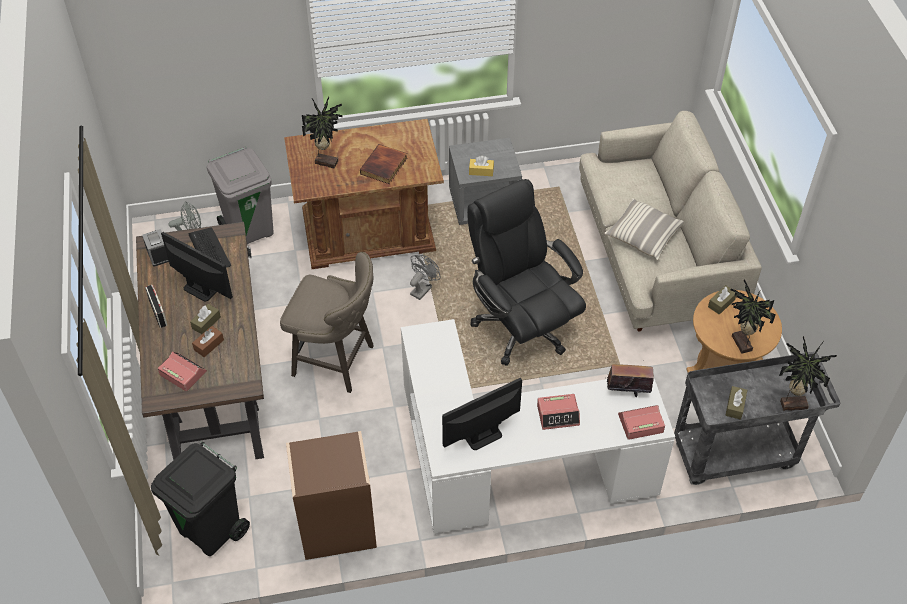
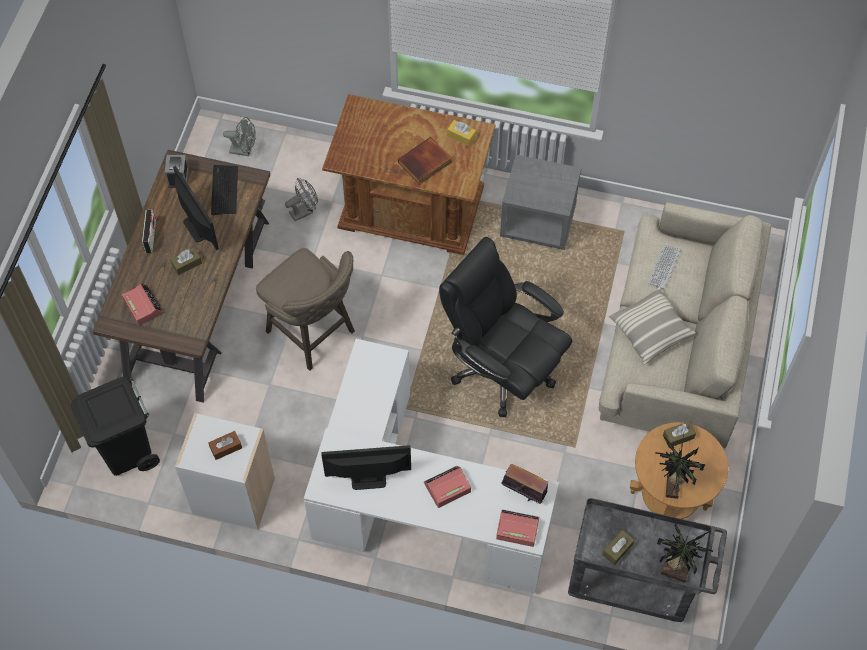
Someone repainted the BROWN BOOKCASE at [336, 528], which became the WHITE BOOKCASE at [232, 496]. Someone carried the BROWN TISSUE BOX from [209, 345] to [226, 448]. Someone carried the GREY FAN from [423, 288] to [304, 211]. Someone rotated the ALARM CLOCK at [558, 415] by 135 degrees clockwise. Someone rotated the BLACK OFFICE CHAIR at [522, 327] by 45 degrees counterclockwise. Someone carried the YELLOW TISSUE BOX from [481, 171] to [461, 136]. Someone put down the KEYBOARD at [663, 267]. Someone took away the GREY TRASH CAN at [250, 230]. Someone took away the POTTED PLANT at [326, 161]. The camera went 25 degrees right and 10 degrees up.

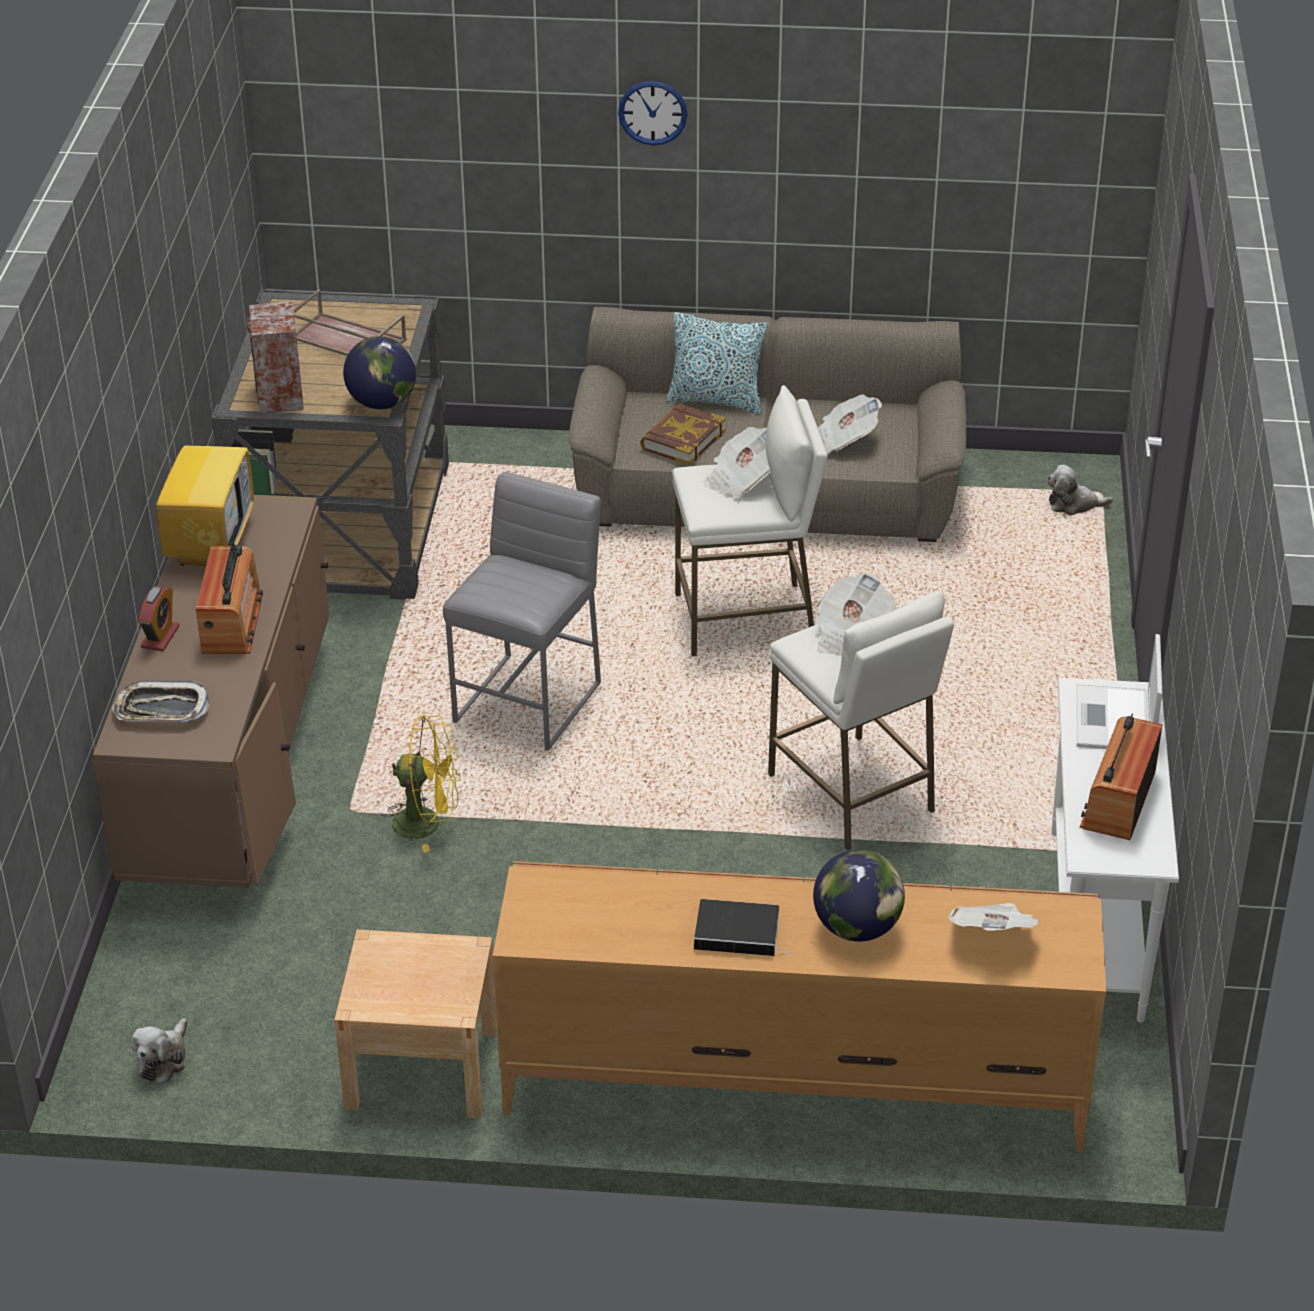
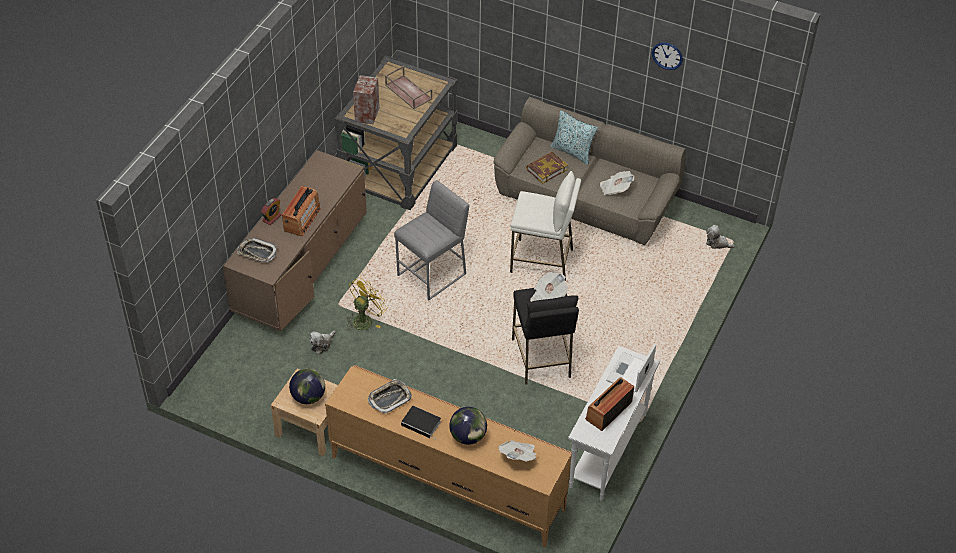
Someone carried the GLOBE from [382, 403] to [308, 397]. Someone carried the PLUSH TOY from [164, 1059] to [322, 344]. Someone rotated the YELLOW FAN at [427, 823] by 75 degrees counterclockwise. Someone put down the TRAY at [389, 398]. Someone repainted the WHITE STOOL at [852, 794], which became the BLACK STOOL at [541, 358]. Someone carried the WALL CLOCK from [652, 112] to [667, 55]. Someone took away the TELEVISION at [210, 543]. Someone took away the NEWSPAPER at [742, 479]. The camera went 20 degrees right and 10 degrees up.

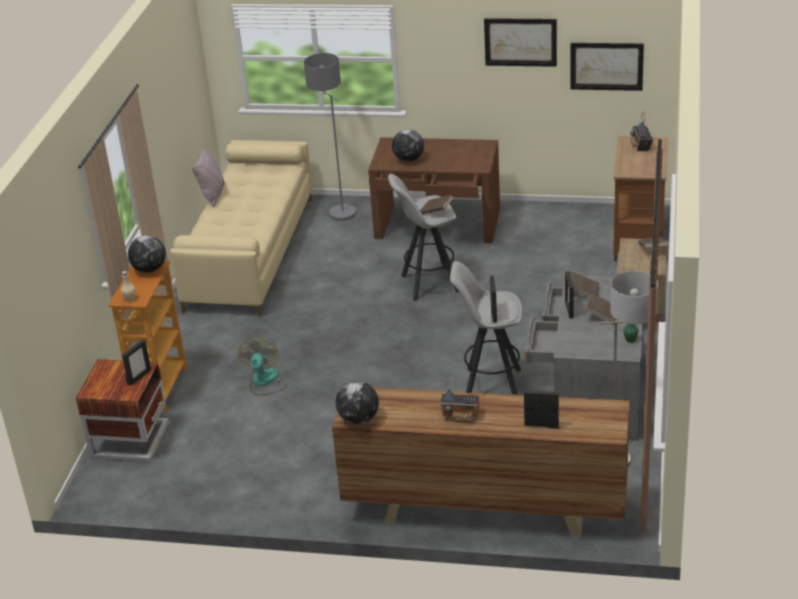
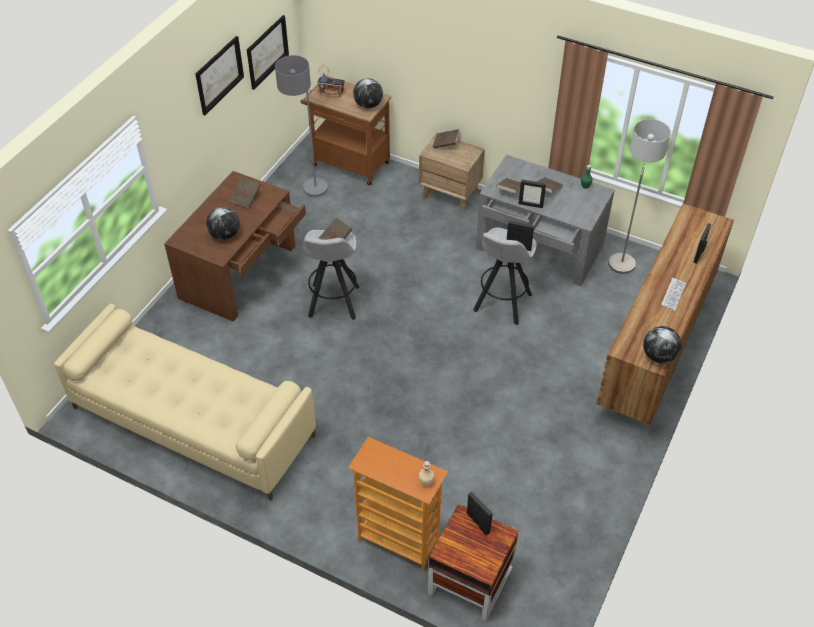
Someone put down the BROWN BOOK at [246, 198]. Someone carried the GREY FLOOR LAMP from [338, 210] to [308, 190]. Someone carried the GLOBE from [149, 269] to [368, 105]. Someone swapped the RADIO at [461, 415] for the KEYBOARD at [673, 294]. Someone took away the PURPLE PILLOW at [213, 195]. Someone took away the FAN at [264, 382]. The camera went 75 degrees left and 15 degrees up.

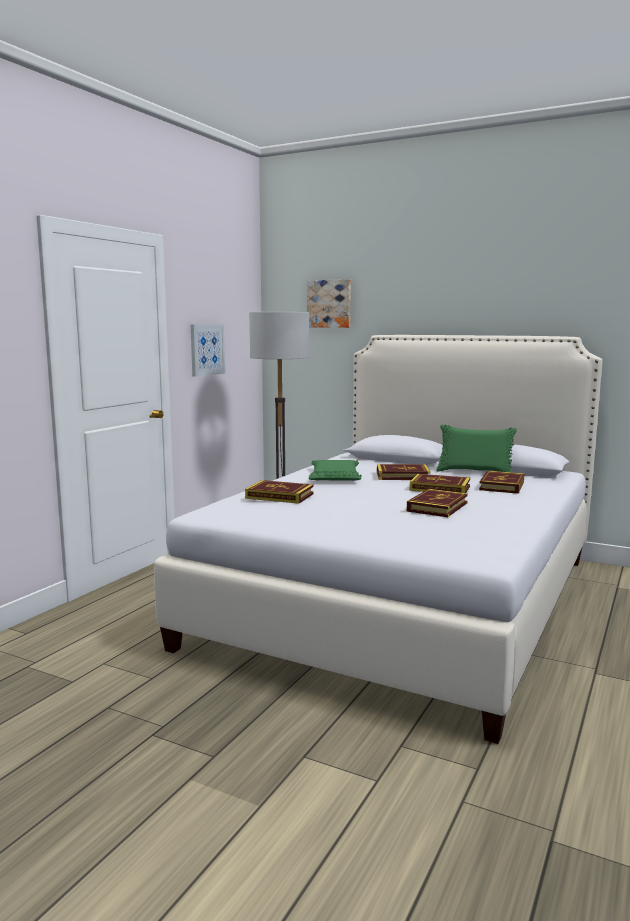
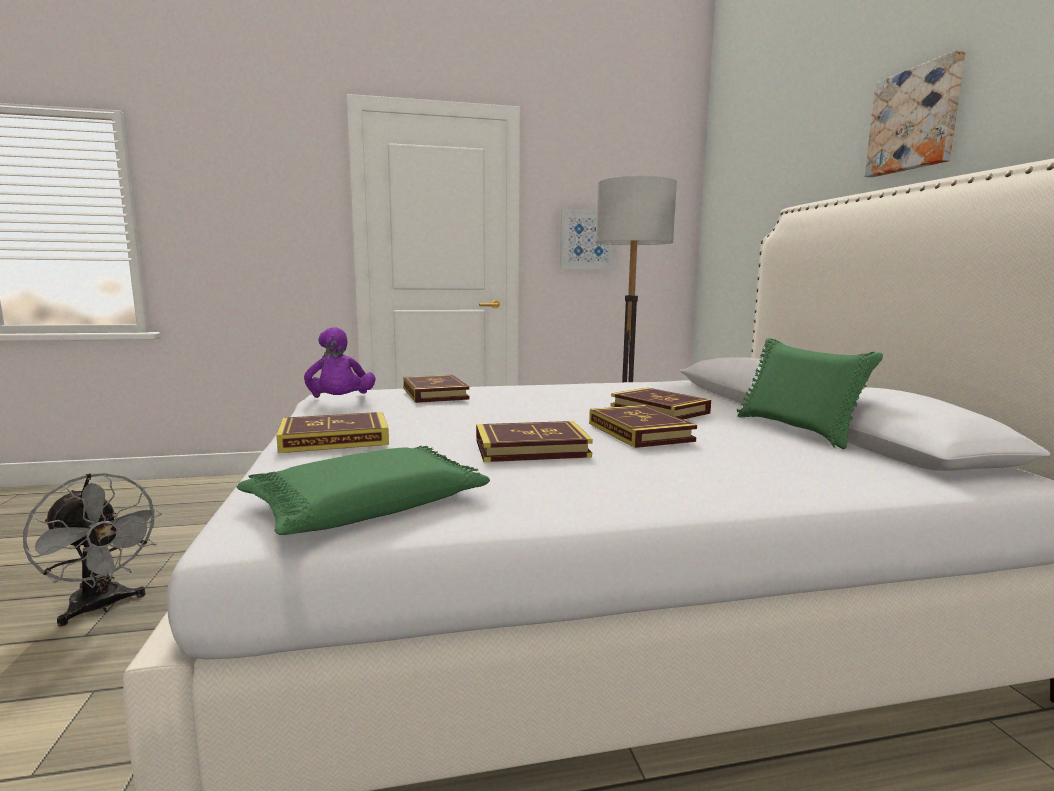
Someone put down the GREY FAN at [101, 607]. Someone carried the GREEN PILLOW from [335, 476] to [368, 500]. Someone carried the BOOK from [502, 486] to [334, 439]. Someone put down the PURPLE PLUSH TOY at [340, 403]. Someone carried the PICTURE from [330, 304] to [915, 120]. The camera went 50 degrees right and 0 degrees up.

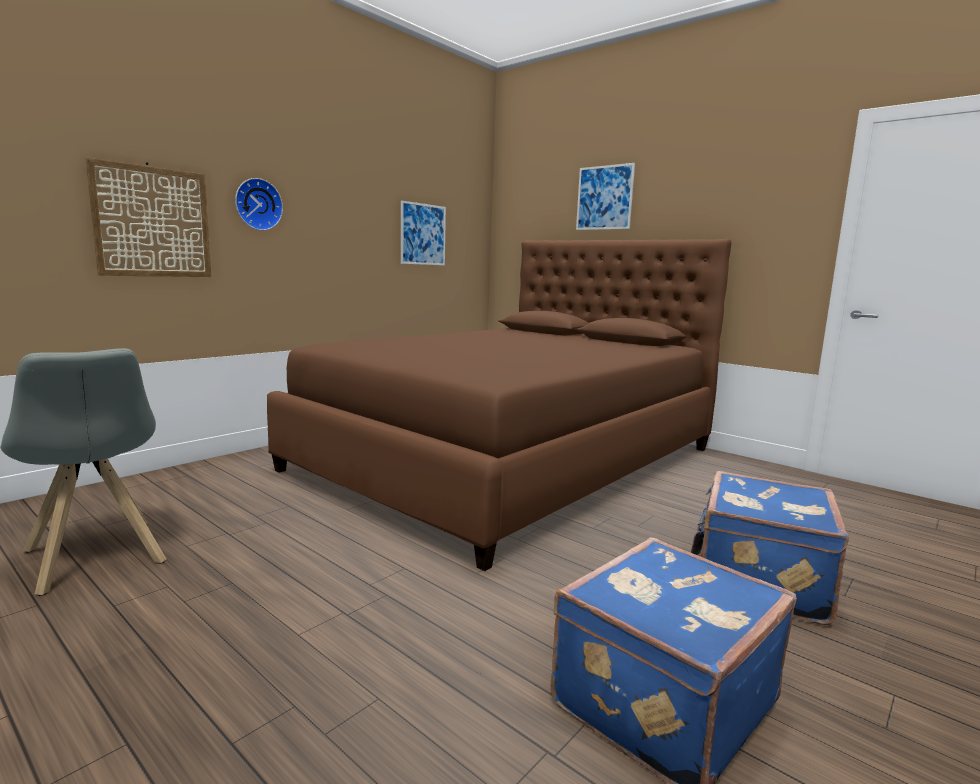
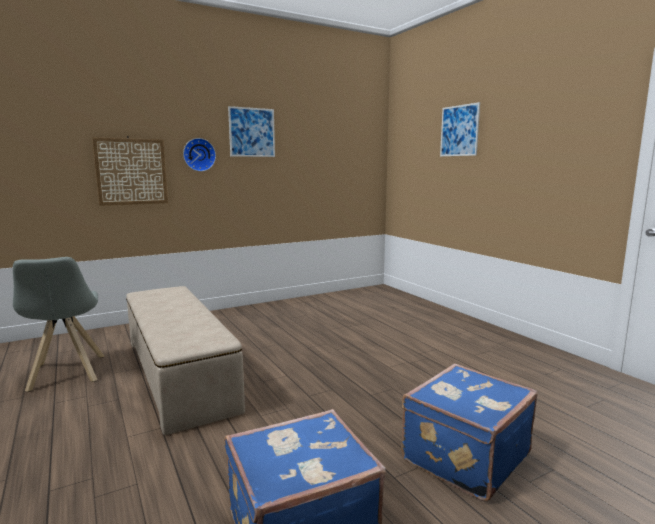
Someone put down the BEIGE BENCH at [179, 373]. Someone carried the PICTURE from [423, 234] to [252, 132]. Someone took away the BROWN BED at [511, 459]. The camera went 20 degrees right and 0 degrees up.

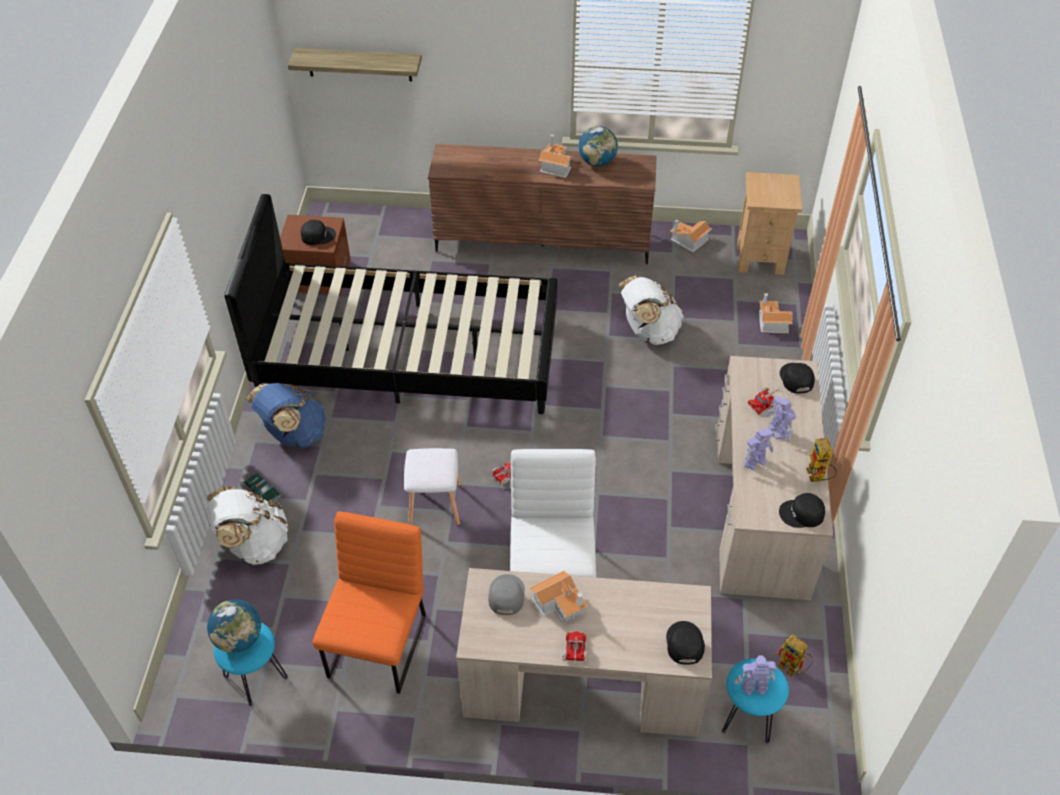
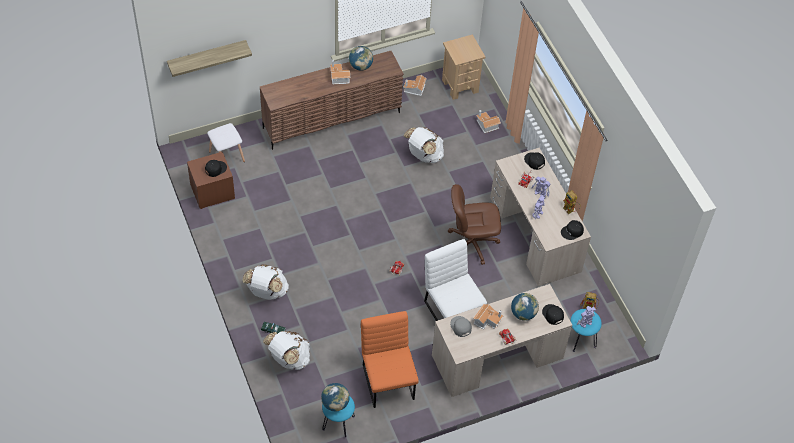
Someone carried the WHITE STOOL from [435, 505] to [227, 157]. Someone repainted the BLUE BACKPACK at [294, 434], which became the WHITE BACKPACK at [267, 292]. Someone put down the BROWN OFFICE CHAIR at [471, 243]. Someone put down the GLOBE at [523, 313]. Someone took away the BLACK BED at [408, 354]. The camera went 30 degrees left and 5 degrees up.

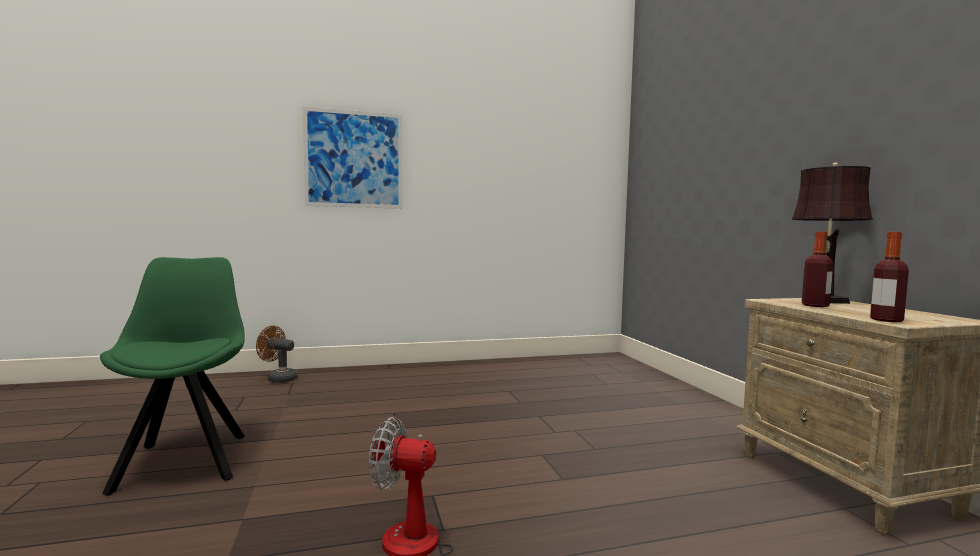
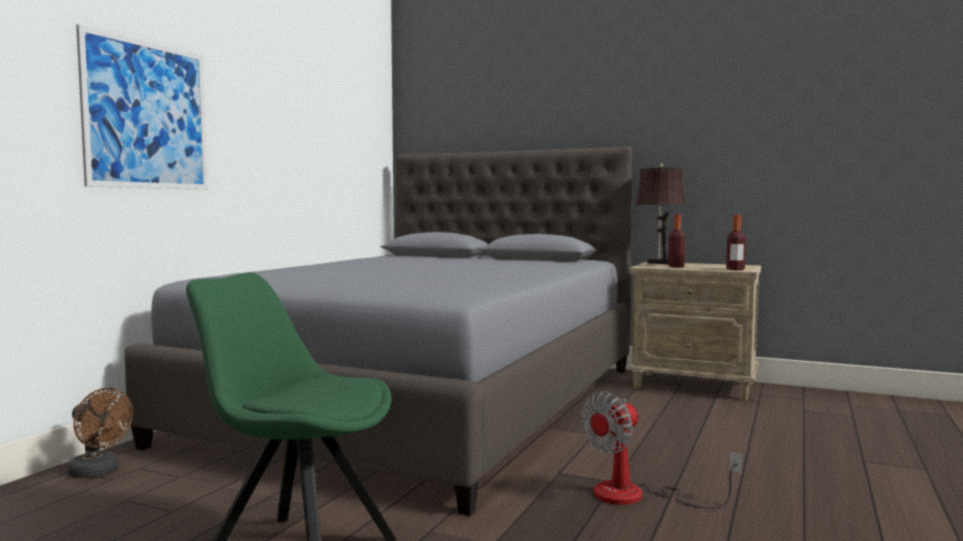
Someone rotated the BROWN FAN at [278, 378] by 120 degrees counterclockwise. Someone put down the GREY BED at [427, 402]. The camera went 50 degrees left and 0 degrees up.

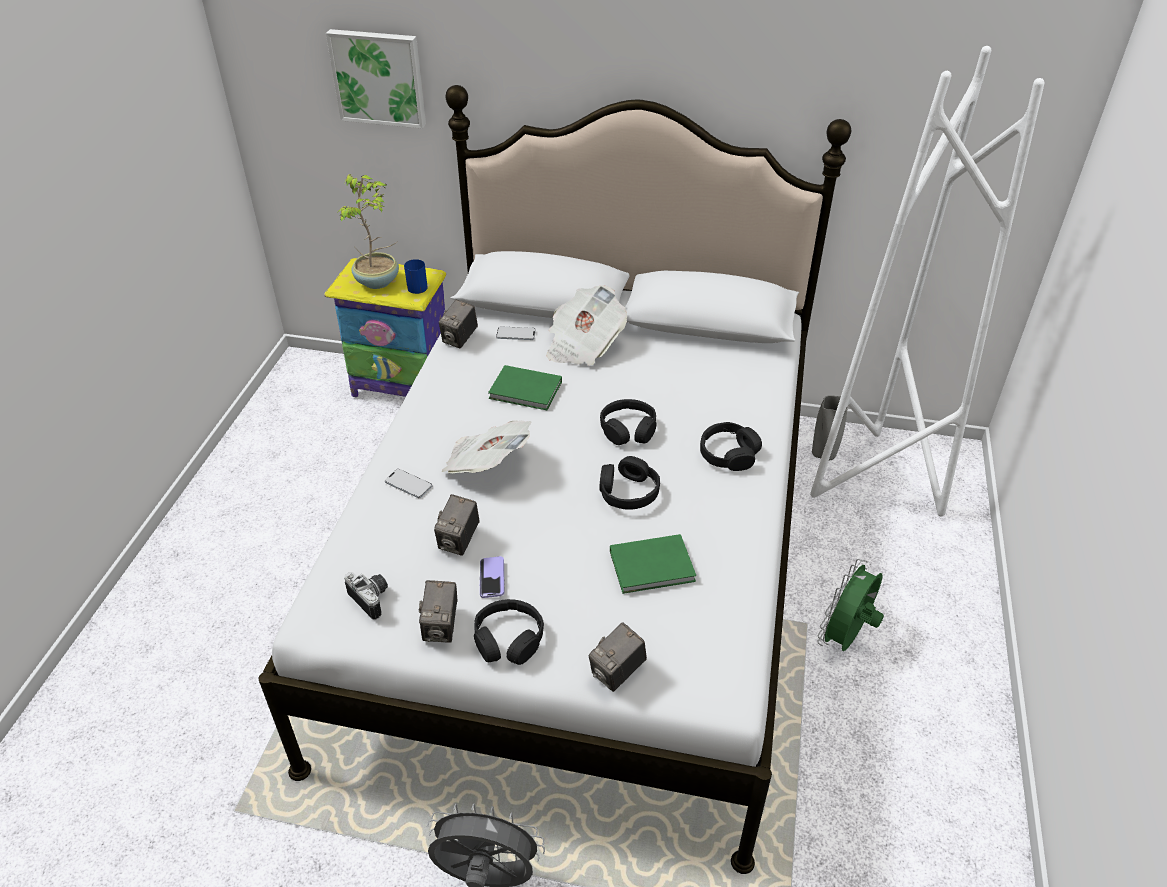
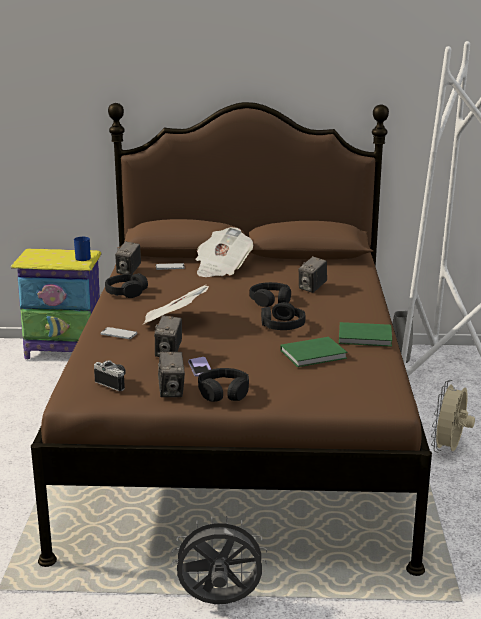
Someone repainted the WHITE BED at [584, 568], which became the BROWN BED at [241, 433]. Someone carried the BLACK HEADPHONES from [728, 454] to [126, 292]. Someone carried the PHOTO CAMERA from [617, 672] to [312, 288]. Someone carried the GREEN BOOK from [527, 391] to [366, 337]. Someone repainted the GREEN FAN at [845, 638], which became the BEIGE FAN at [449, 450]. Someone took away the PICTURE at [379, 77]. Someone took away the POTTED PLANT at [378, 281]. The camera went 10 degrees left and 20 degrees down.

